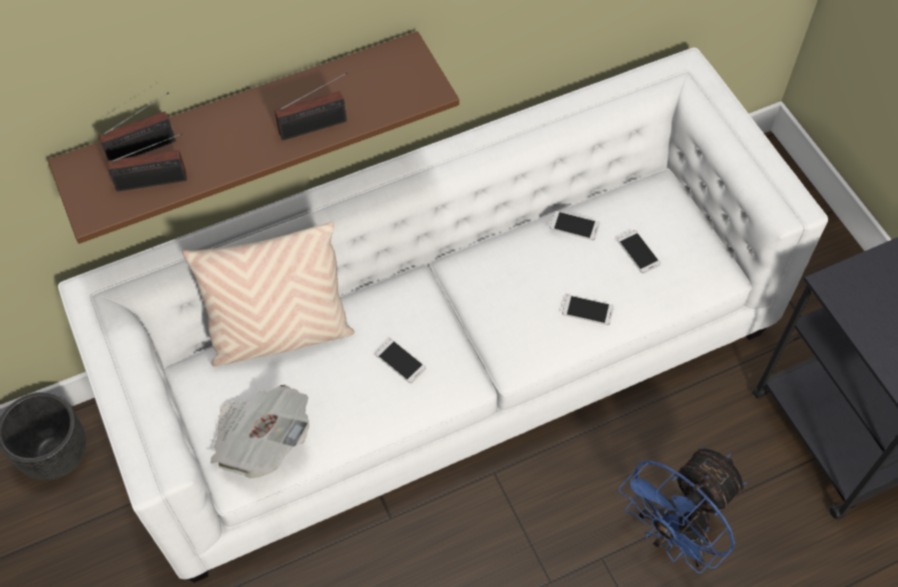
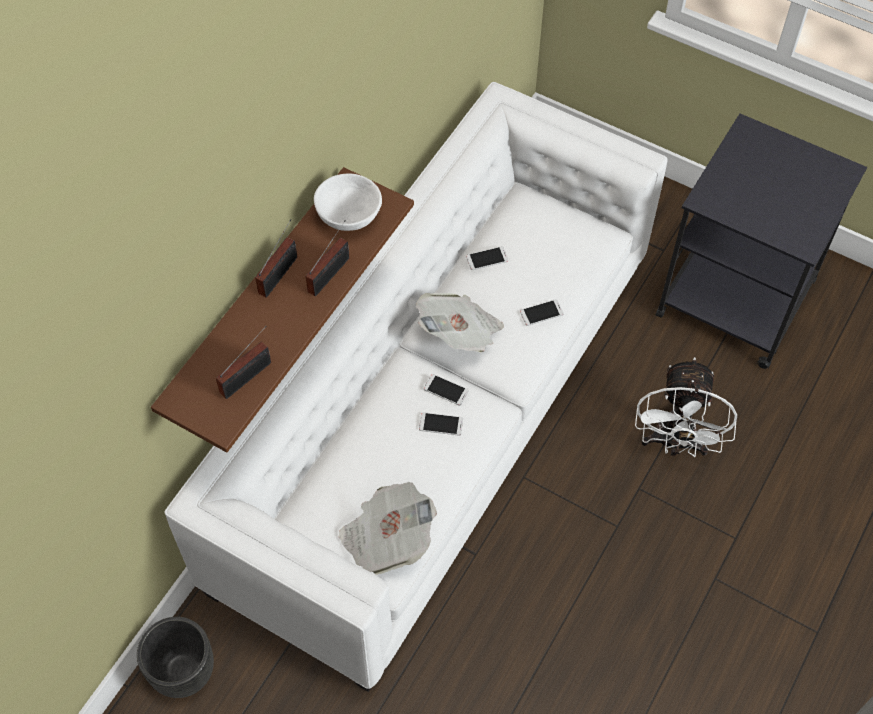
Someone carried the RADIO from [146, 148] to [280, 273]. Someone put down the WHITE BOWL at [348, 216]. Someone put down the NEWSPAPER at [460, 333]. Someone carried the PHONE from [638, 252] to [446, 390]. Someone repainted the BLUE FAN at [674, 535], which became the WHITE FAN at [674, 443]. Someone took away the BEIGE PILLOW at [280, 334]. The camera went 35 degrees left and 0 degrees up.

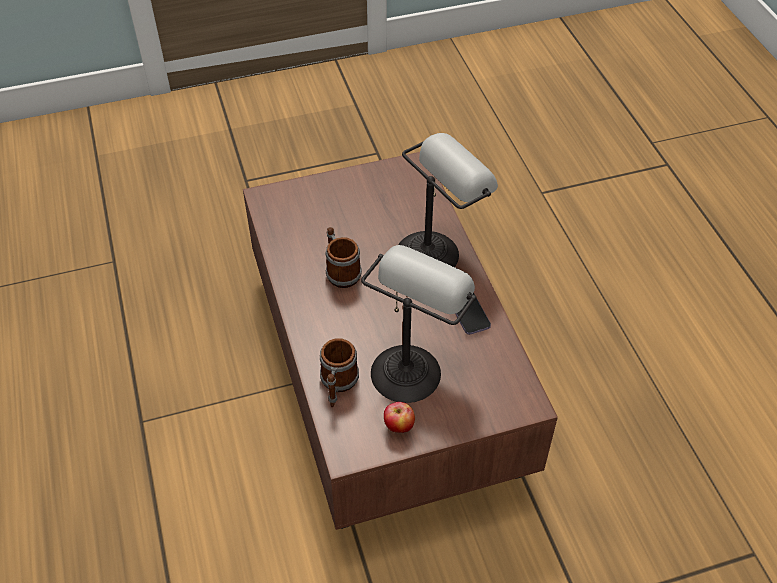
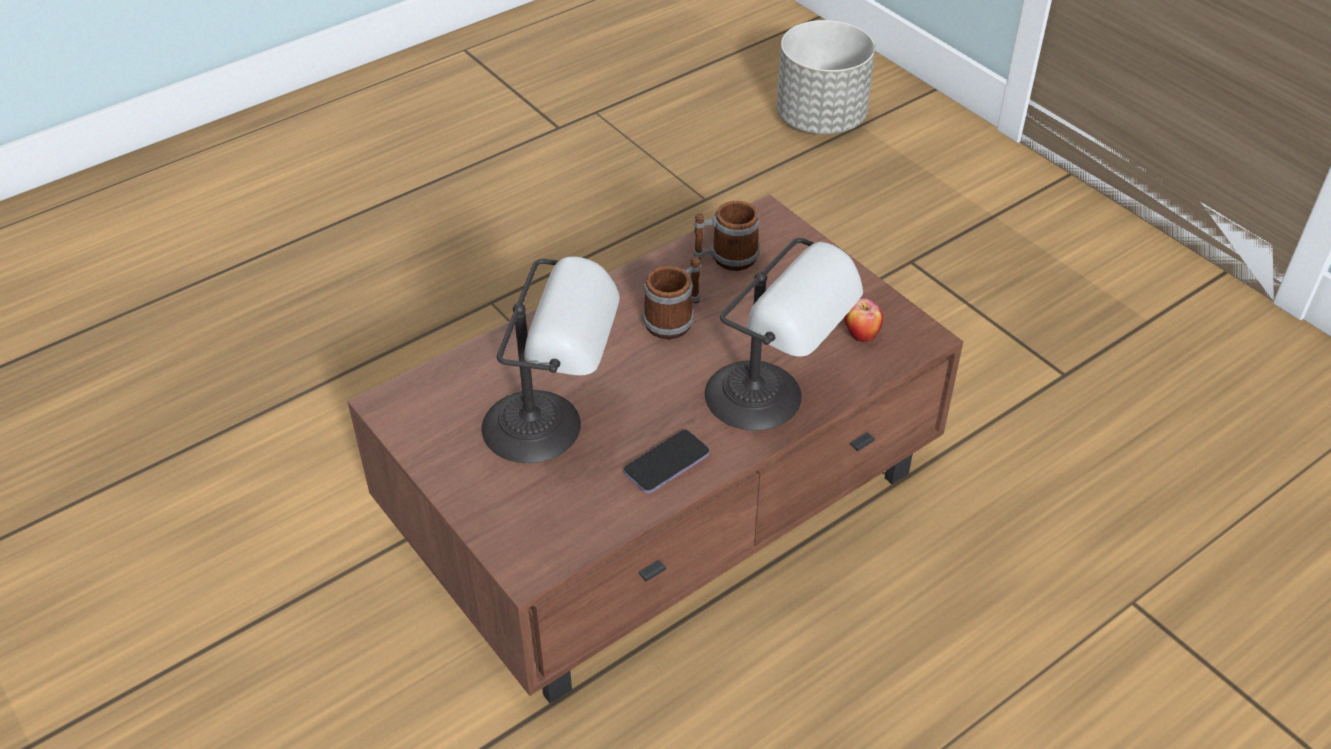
Someone carried the MUG from [338, 385] to [725, 258]. Someone put down the GREY PLANTER at [821, 119]. Someone carried the APPLE from [398, 427] to [860, 335]. The camera went 70 degrees right and 5 degrees down.

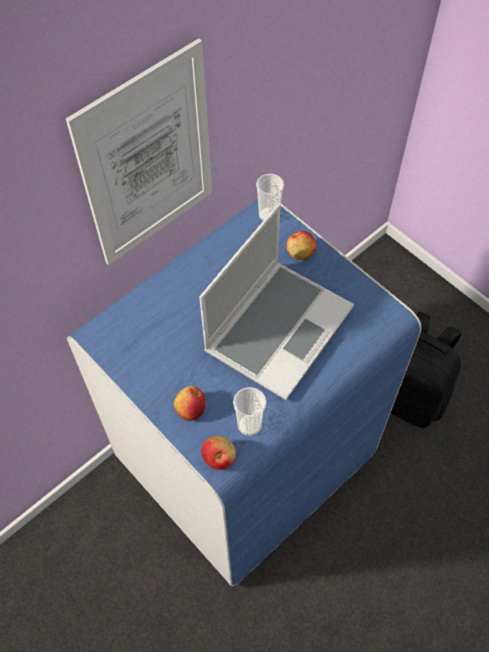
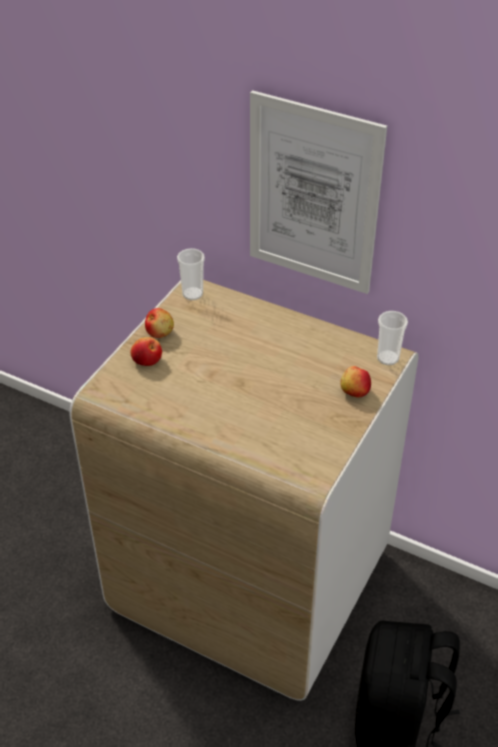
Someone repainted the BLUE DRESSER at [245, 455], which became the BEIGE DRESSER at [250, 577]. Someone carried the APPLE from [219, 457] to [160, 332]. Someone carried the CUP from [249, 425] to [192, 294]. Someone took away the LAPTOP at [278, 327]. The camera went 70 degrees right and 15 degrees down.

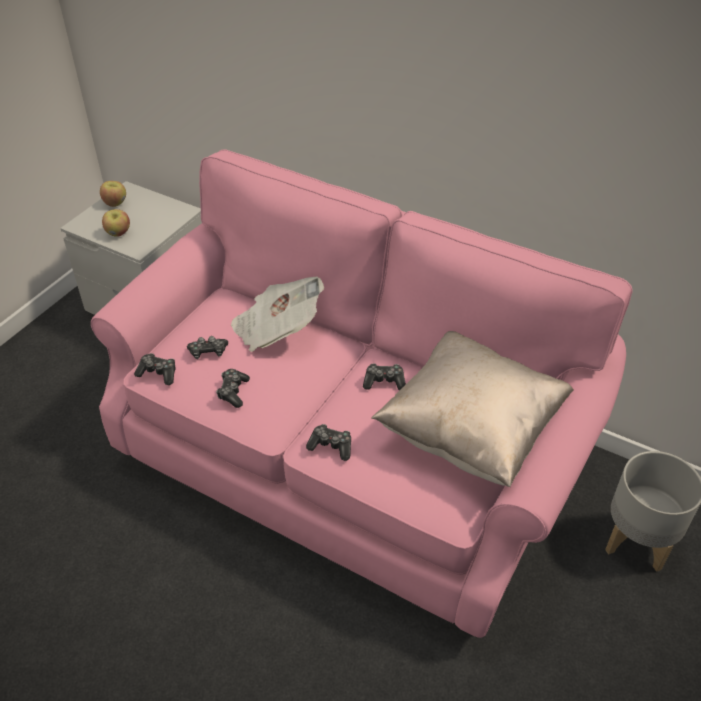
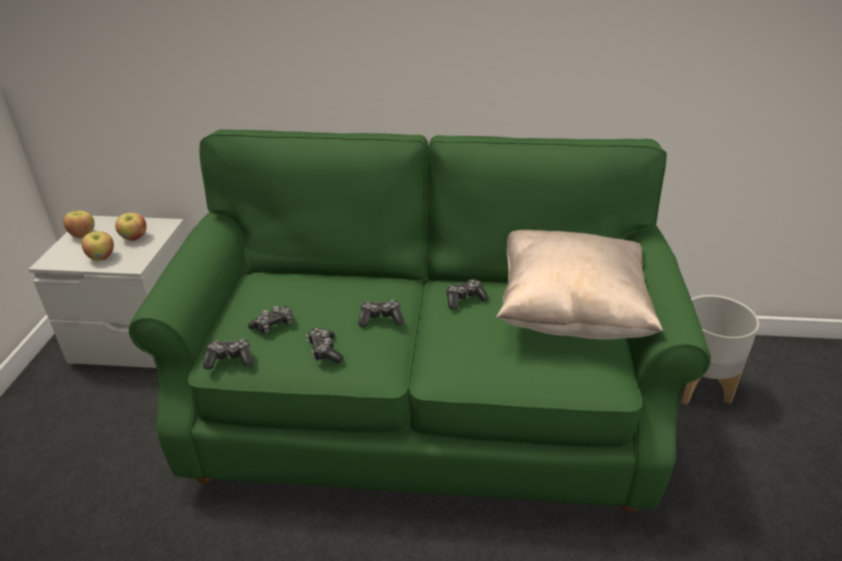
Someone put down the APPLE at [134, 238]. Someone repainted the PINK SOFA at [351, 454], which became the GREEN SOFA at [422, 403]. Someone carried the GAME CONTROLLER from [331, 446] to [381, 319]. Someone took away the NEWSPAPER at [277, 328]. The camera went 25 degrees left and 10 degrees down.

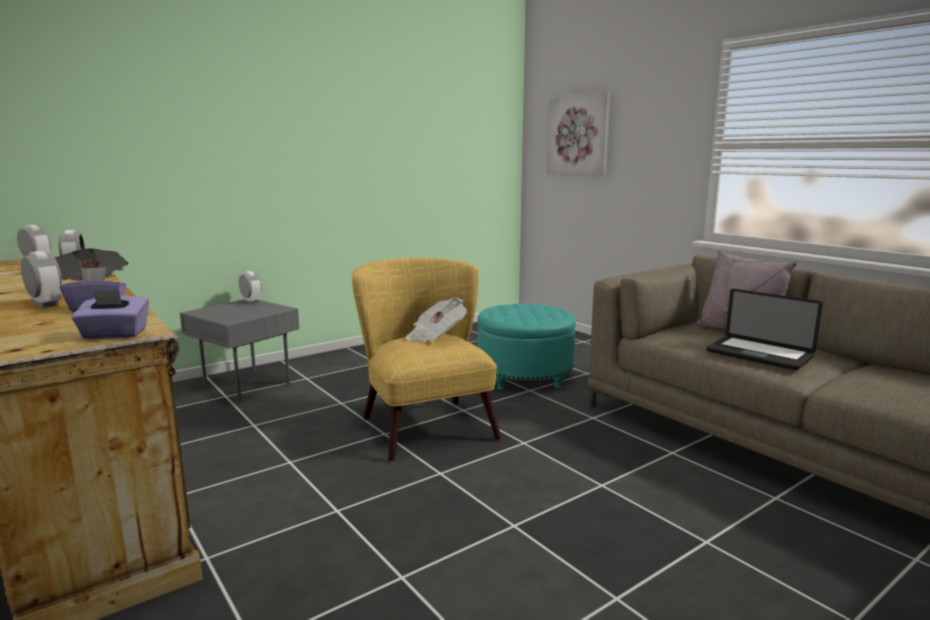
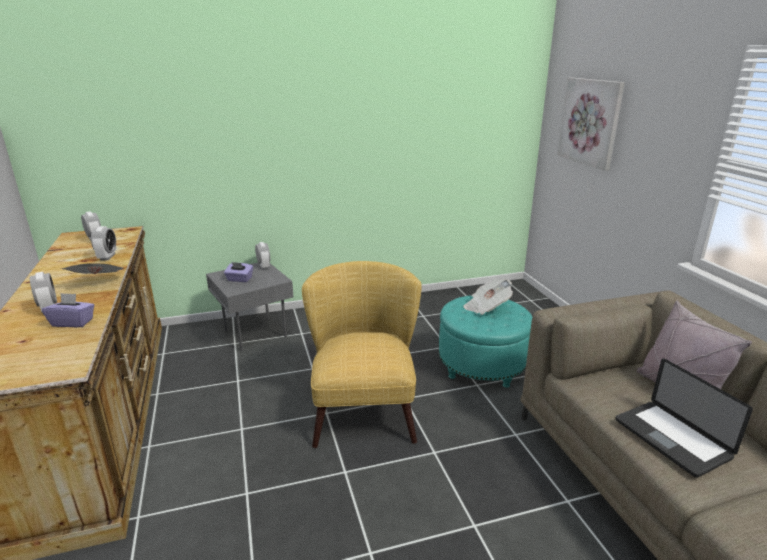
Someone carried the PURPLE TISSUE BOX from [114, 335] to [239, 279]. Someone carried the NEWSPAPER from [435, 336] to [486, 307]. The camera went 20 degrees right and 10 degrees up.

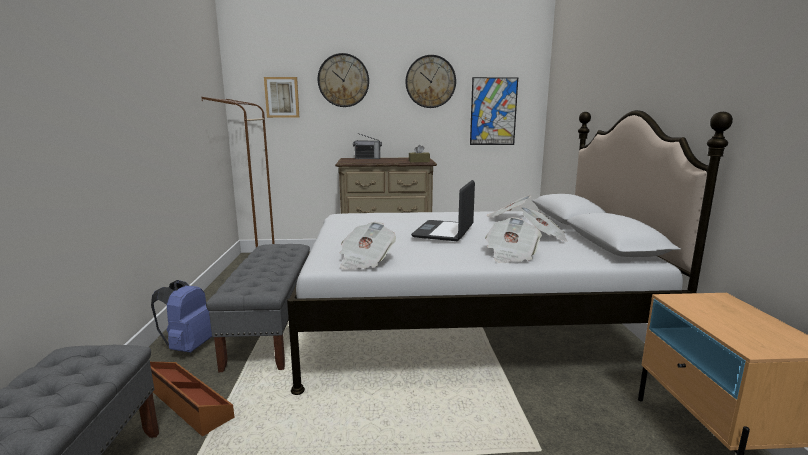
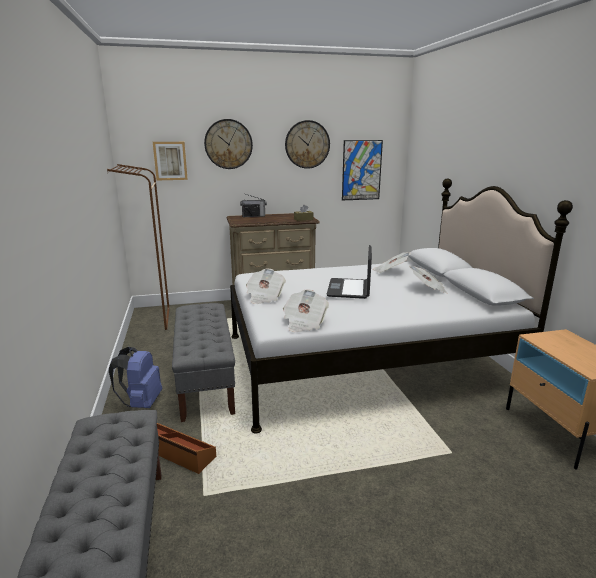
Someone carried the NEWSPAPER from [510, 255] to [264, 297]. The camera went 10 degrees left and 5 degrees up.

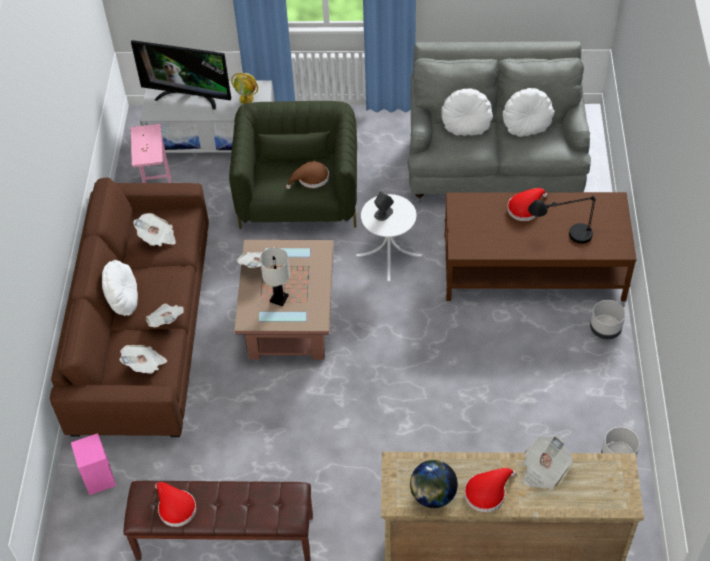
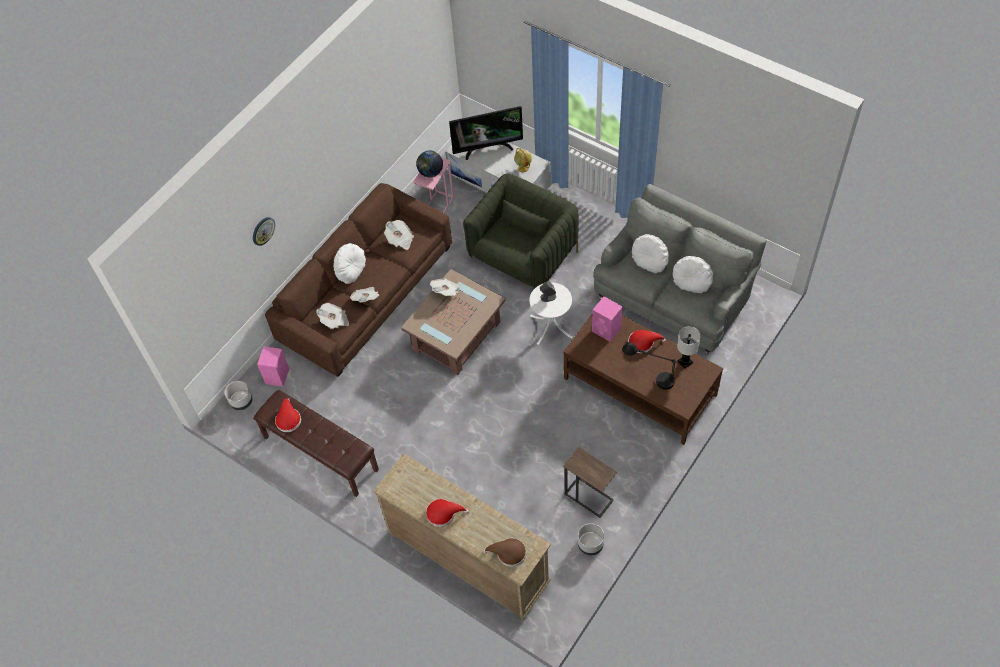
Someone carried the GREY PLANTER from [605, 329] to [241, 402]. Someone put up the WALL CLOCK at [263, 231]. Someone carried the GLOBE from [433, 495] to [430, 172]. Someone rotated the TELEVISION at [188, 97] by 60 degrees counterclockwise. Someone carried the BROWN HAT from [310, 179] to [508, 553]. Someone put down the BROWN SIDE TABLE at [588, 497]. Someone put down the PINK SPEAKER at [607, 330]. Someone carried the WHITE TABLE LAMP from [279, 299] to [685, 362]. Someone took away the NEWSPAPER at [544, 470]. The camera went 35 degrees right and 5 degrees up.

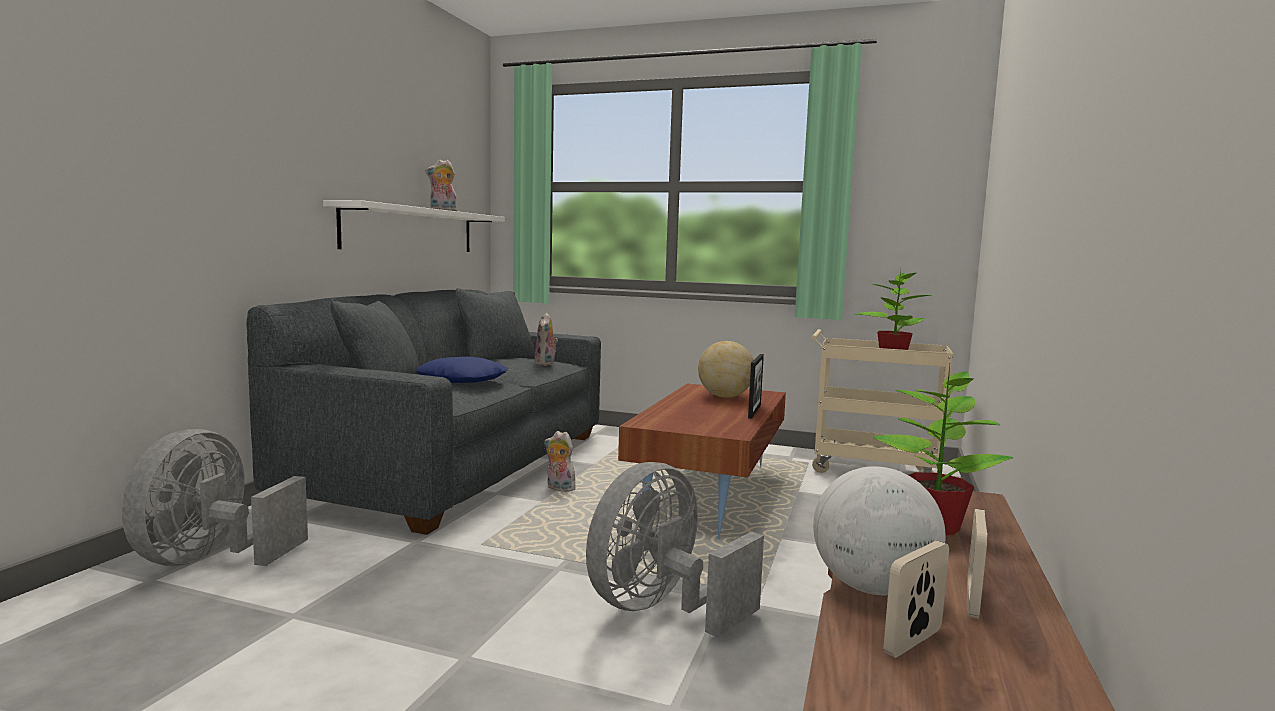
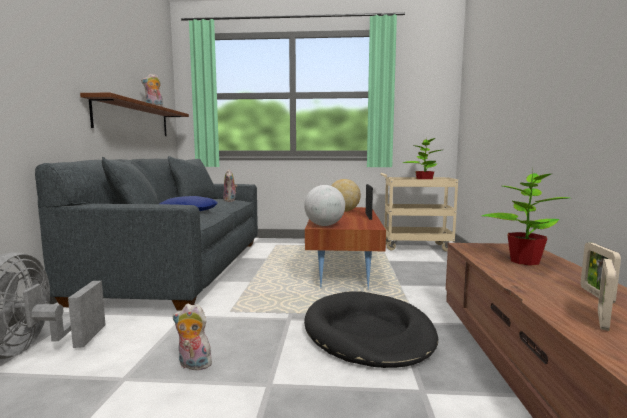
Someone repainted the WHITE SHELF at [411, 230], which became the BROWN SHELF at [134, 119]. Someone carried the PLUSH TOY from [559, 488] to [193, 365]. Someone carried the GLOBE from [872, 588] to [324, 225]. Someone swapped the GREY FAN at [661, 609] for the BLACK DOG BED at [368, 333]. The camera went 15 degrees left and 0 degrees up.

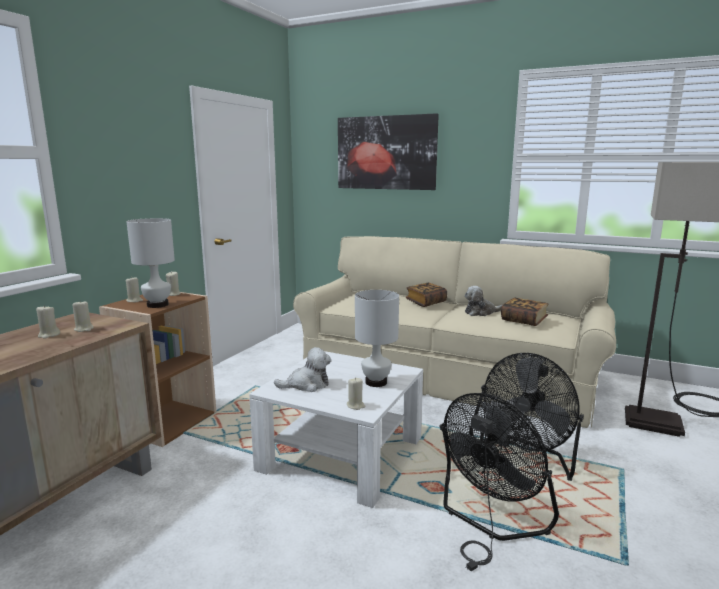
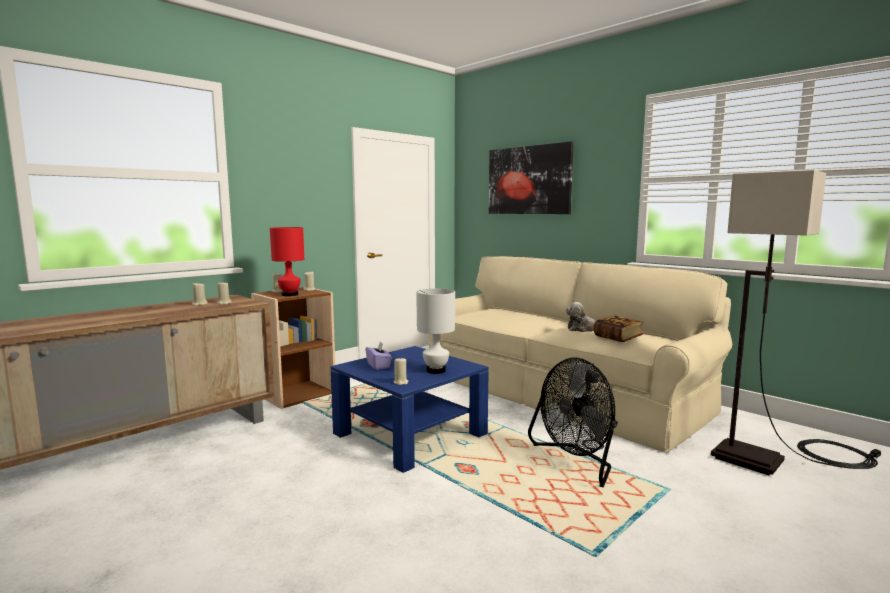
Someone repainted the WHITE TABLE LAMP at [157, 305], which became the RED TABLE LAMP at [290, 294]. Someone repainted the WHITE COFFEE TABLE at [341, 454], which became the BLUE COFFEE TABLE at [410, 434]. Someone swapped the PLUSH TOY at [307, 385] for the PURPLE TISSUE BOX at [378, 366]. Someone took away the BOOK at [426, 302]. Someone took away the BLACK FAN at [484, 519]. The camera went 20 degrees right and 5 degrees down.

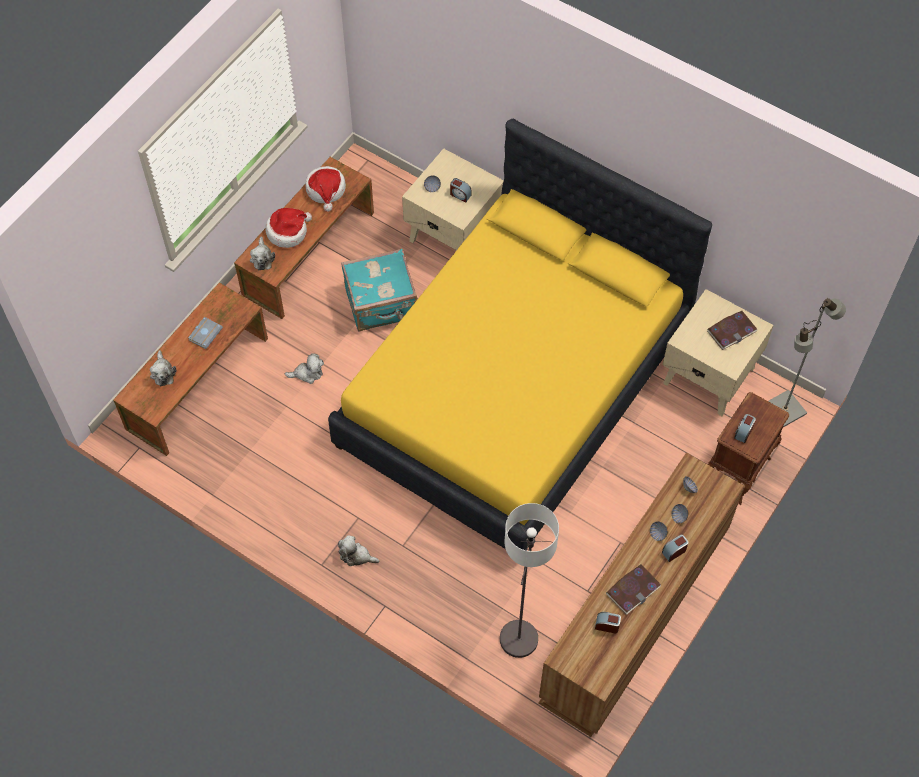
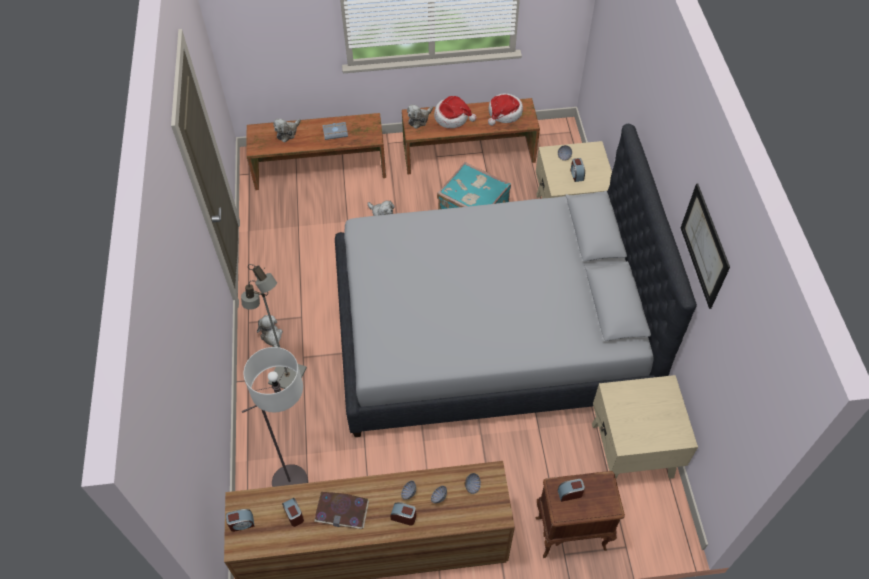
Someone put down the ALARM CLOCK at [242, 523]. Someone carried the GREY FLOOR LAMP from [784, 409] to [287, 375]. Someone repainted the YELLOW BED at [515, 386], which became the GREY BED at [490, 332]. Someone put up the PICTURE at [704, 246]. Someone took away the BOOK at [731, 331]. The camera went 50 degrees right and 5 degrees down.

